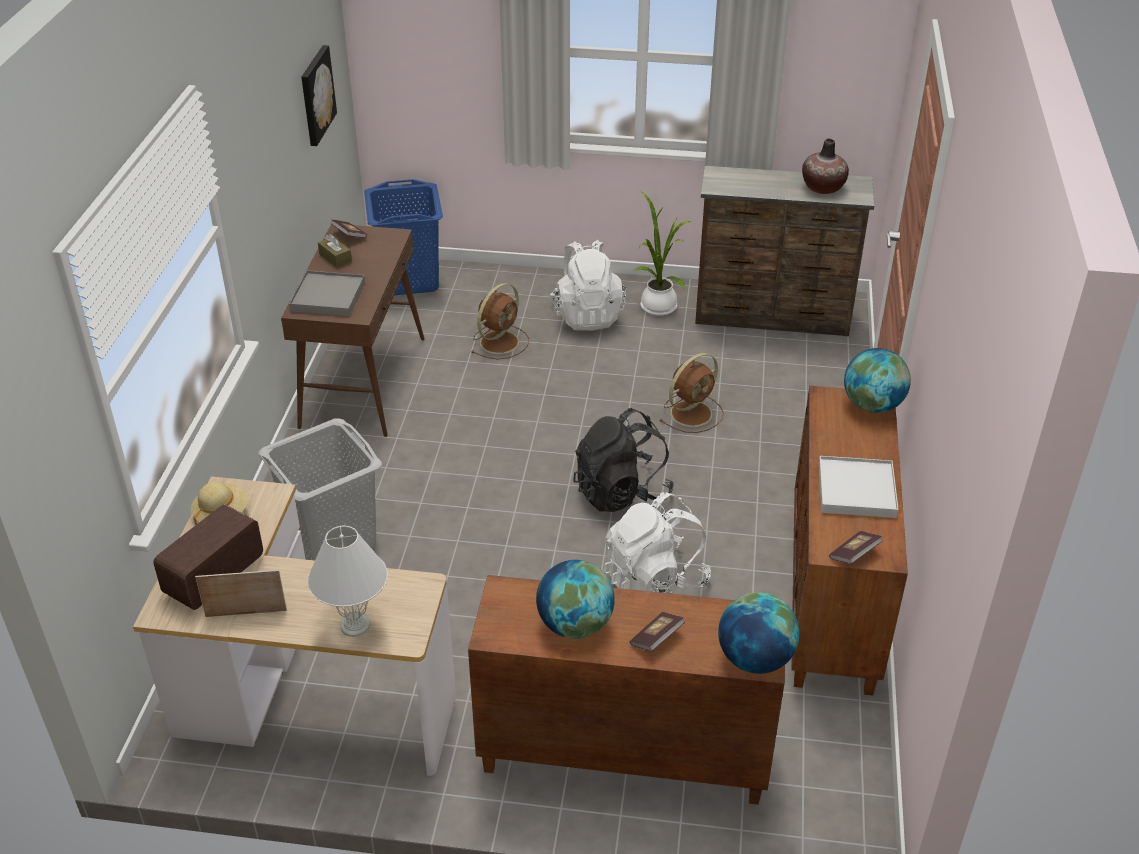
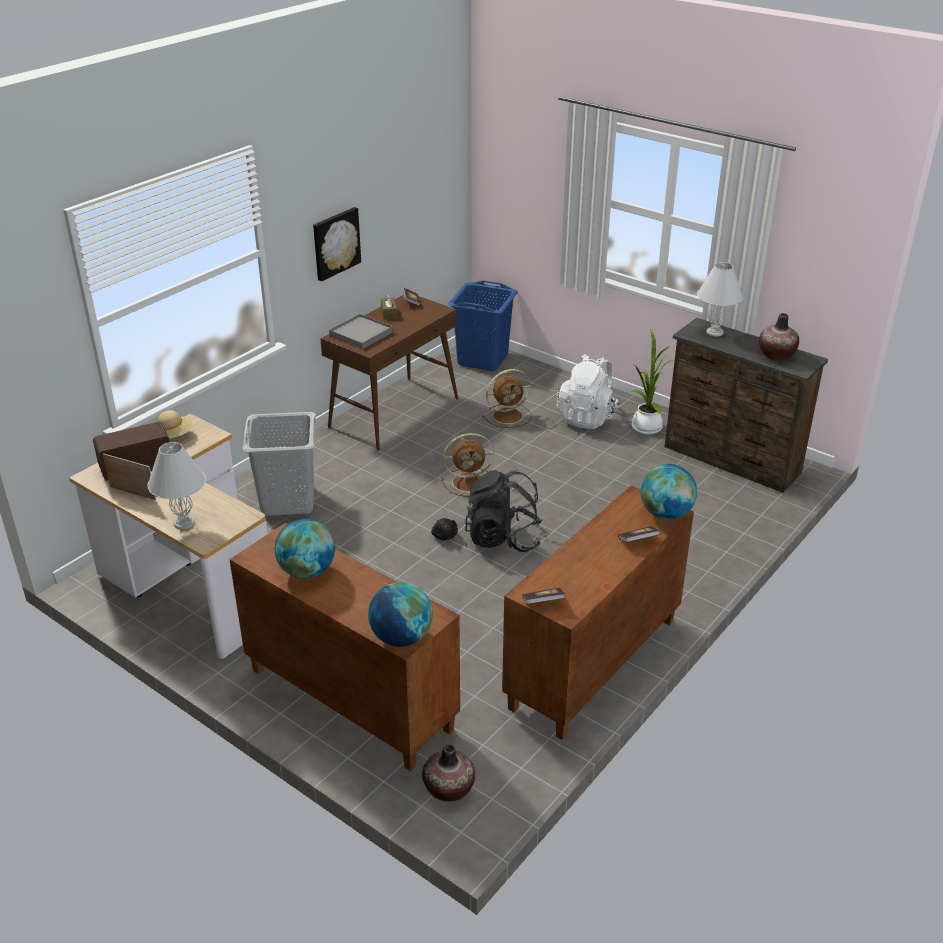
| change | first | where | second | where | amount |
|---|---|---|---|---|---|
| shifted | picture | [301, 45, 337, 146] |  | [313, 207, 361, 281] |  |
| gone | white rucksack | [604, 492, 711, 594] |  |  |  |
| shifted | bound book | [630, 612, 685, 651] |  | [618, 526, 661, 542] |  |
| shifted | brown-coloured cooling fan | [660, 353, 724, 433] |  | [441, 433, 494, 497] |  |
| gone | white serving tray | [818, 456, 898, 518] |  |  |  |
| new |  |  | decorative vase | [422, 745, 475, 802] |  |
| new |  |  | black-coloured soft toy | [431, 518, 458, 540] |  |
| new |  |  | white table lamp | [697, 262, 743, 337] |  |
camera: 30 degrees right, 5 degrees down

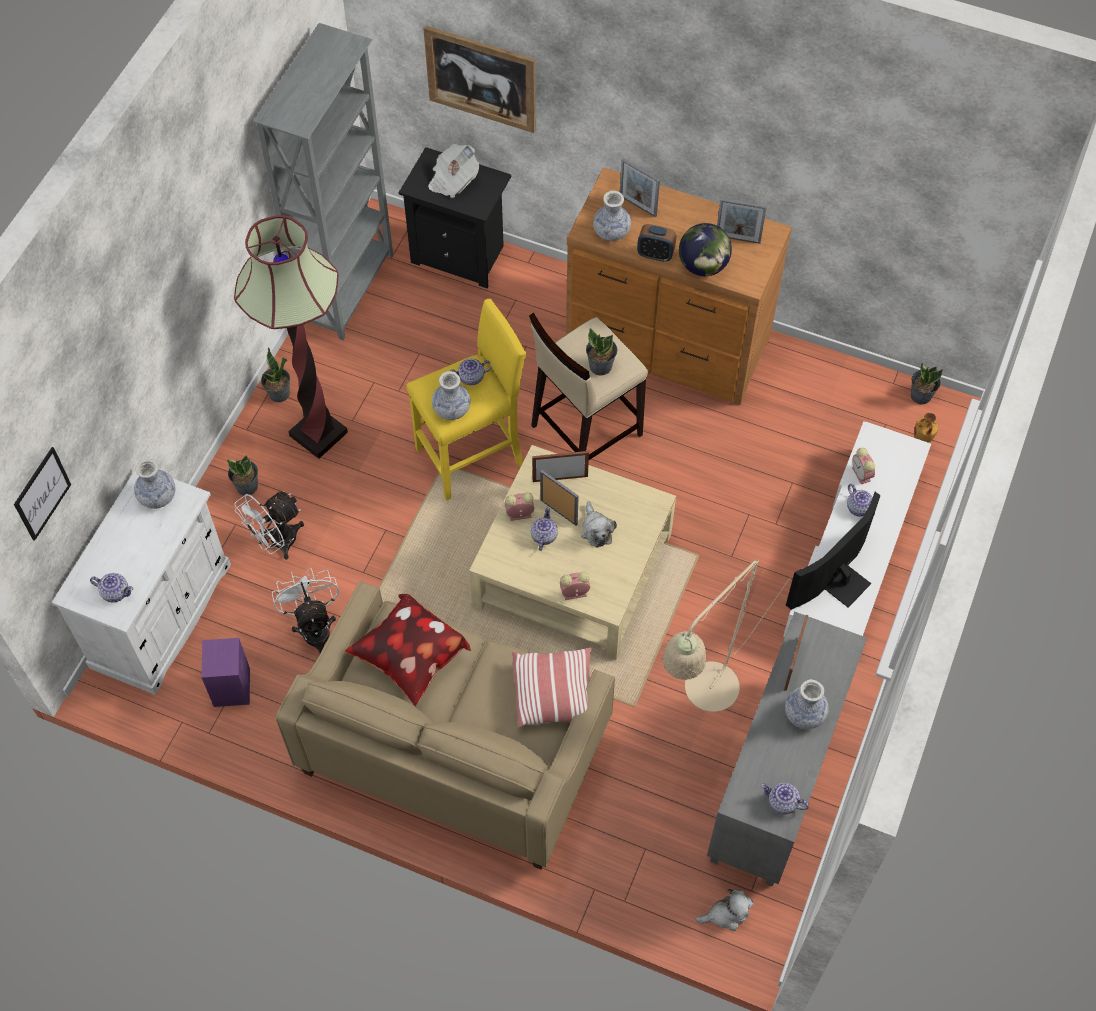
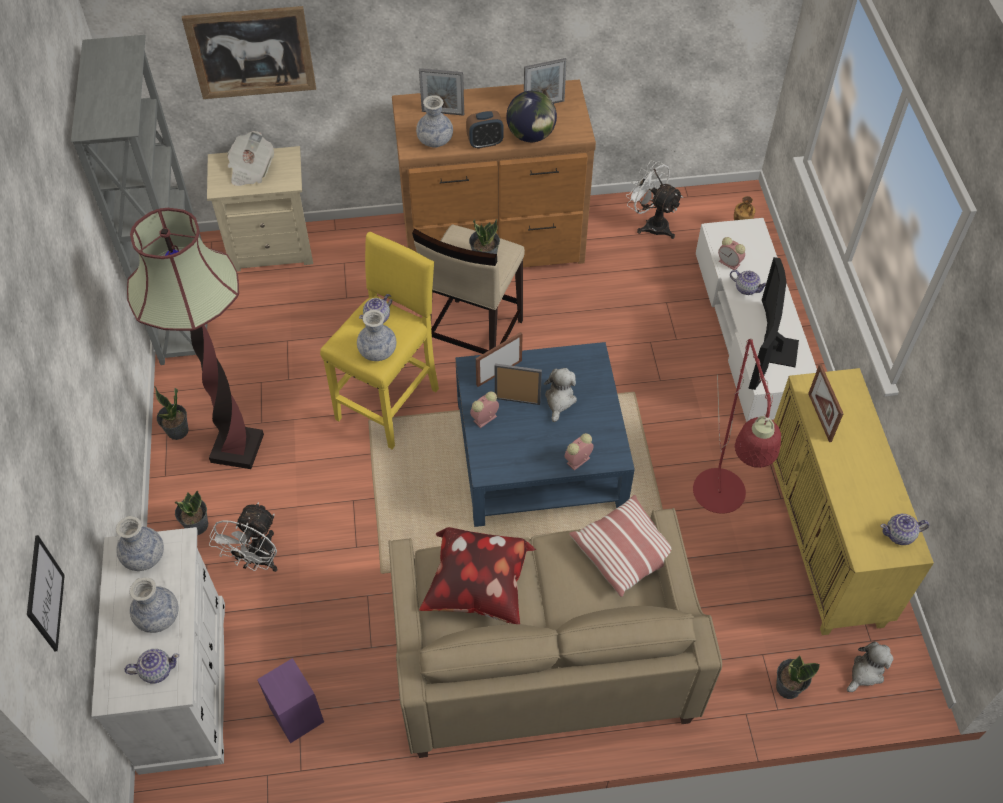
| change | first | where | second | where | amount |
|---|---|---|---|---|---|
| shifted | white cooling fan | [272, 568, 339, 653] |  | [626, 160, 683, 239] |  |
| repainted | black-coloured nightstand | [399, 147, 511, 288] | beige-coloured nightstand | [207, 146, 313, 272] |  |
| repainted | beige-coloured coffee table | [469, 445, 676, 660] | blue-coloured coffee table | [455, 342, 635, 527] |  |
| gone | teapot | [531, 507, 558, 551] |  |  |  |
| rotated | soft toy | [581, 501, 617, 548] |  | [544, 368, 577, 422] | 120 degrees counterclockwise |
| repainted | beige-coloured standing lamp | [663, 560, 791, 712] | reddish standing lamp | [693, 338, 781, 514] |  |
| repainted | grey cabinet | [707, 612, 867, 886] | yellowish cabinet | [773, 368, 934, 635] |  |
| shifted | decorative vase | [785, 679, 829, 729] |  | [129, 577, 179, 633] |  |
| shifted | potted plant | [911, 363, 943, 405] |  | [776, 656, 820, 699] |  |
camera: 30 degrees left, 5 degrees down

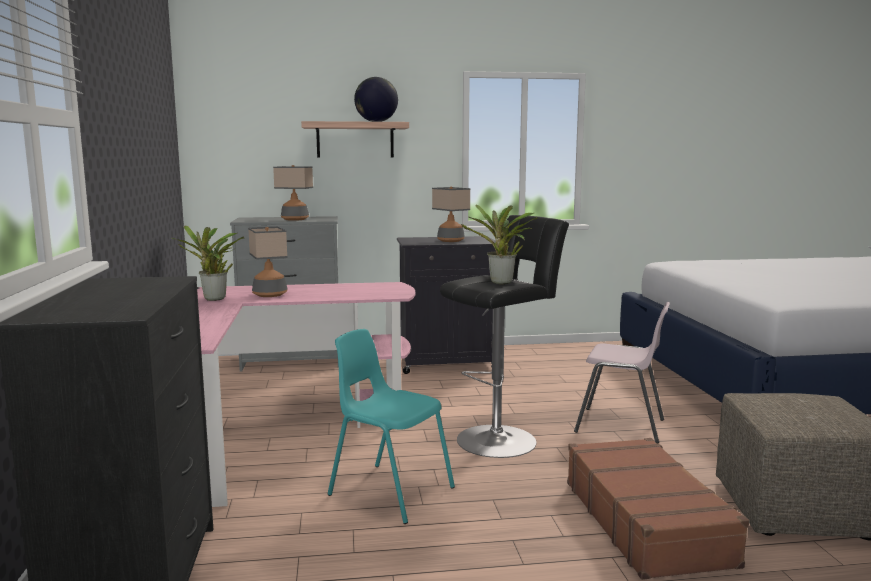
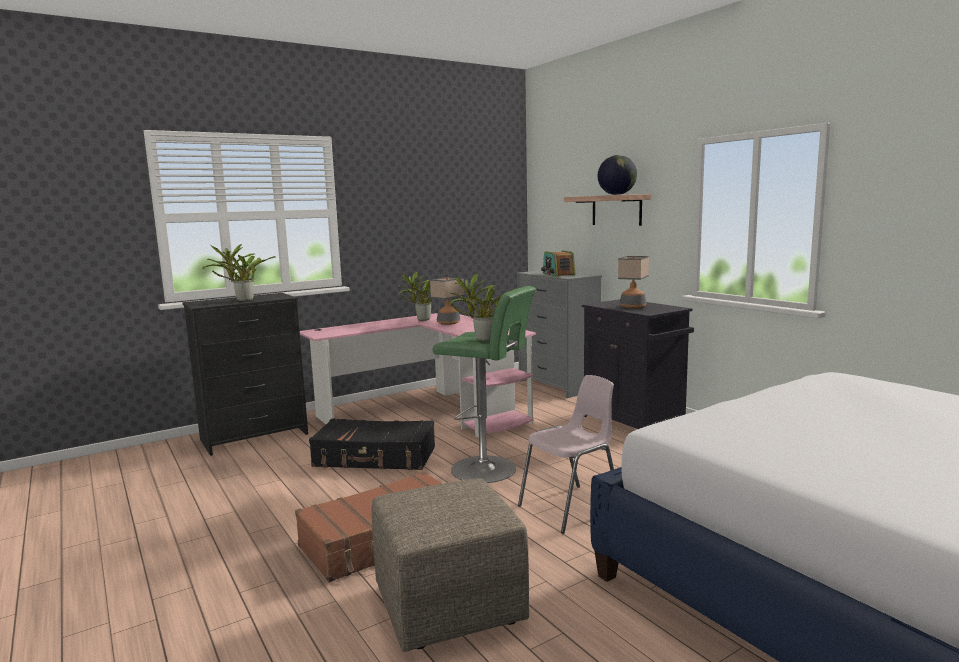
| change | first | where | second | where | amount |
|---|---|---|---|---|---|
| swapped | table lamp | [273, 165, 313, 221] | radio | [541, 250, 575, 277] |  |
| swapped | blue-green upright chair | [328, 329, 455, 524] | black-coloured travel case | [309, 419, 435, 470] |  |
| repainted | black-coloured sitting stool | [440, 215, 569, 458] | greenish sitting stool | [433, 286, 536, 483] |  |
| rotated | pink upright chair | [574, 302, 670, 444] |  | [518, 375, 614, 534] | 120 degrees counterclockwise |
| new |  |  | potted plant | [202, 244, 276, 302] |  |
camera: 65 degrees right, 0 degrees up

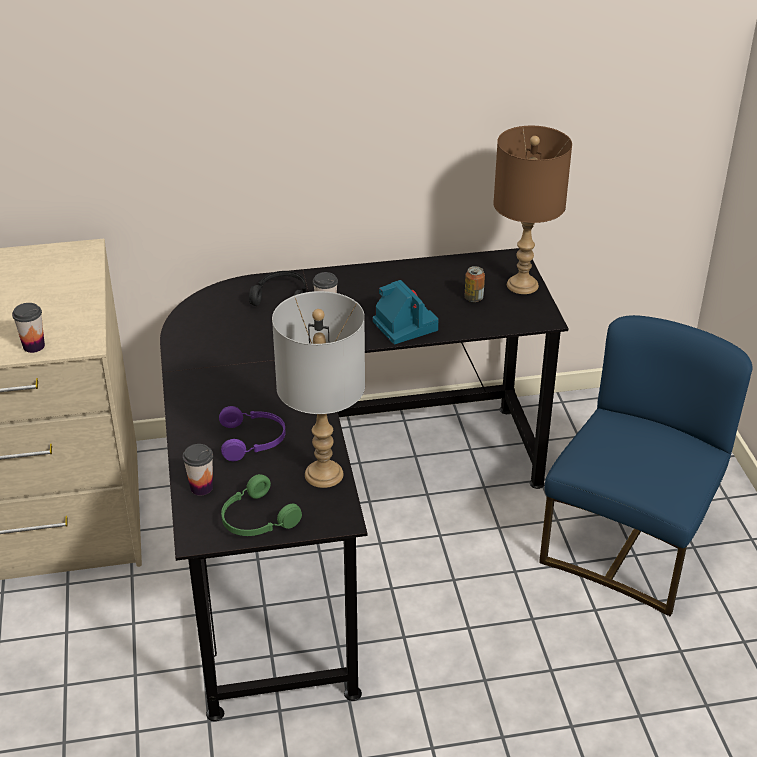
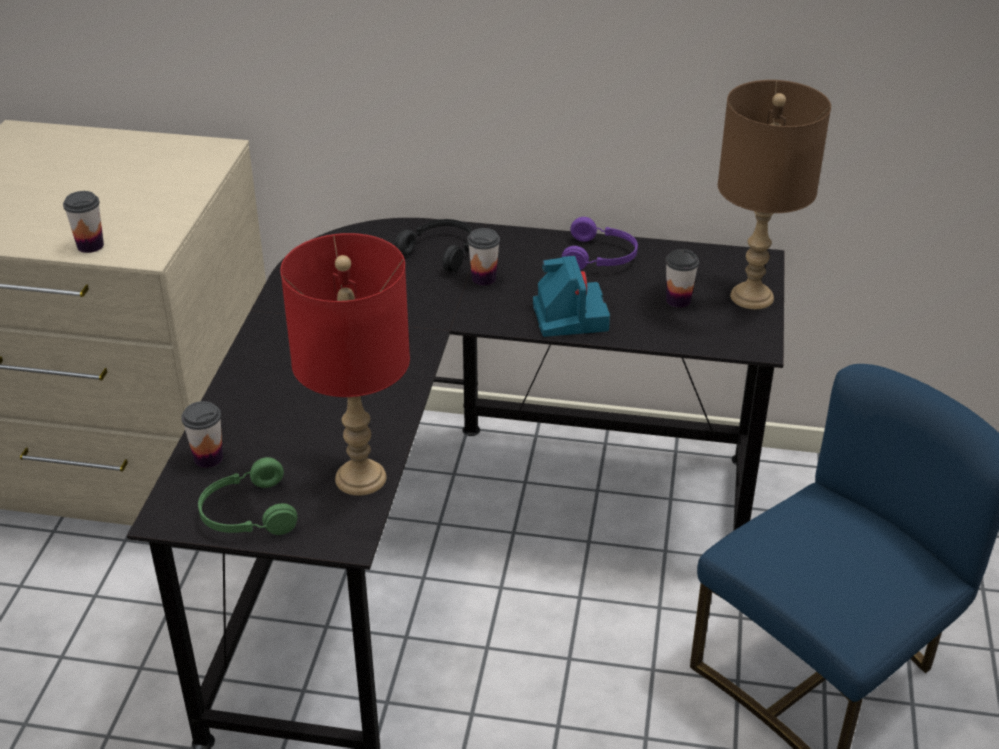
| change | first | where | second | where | amount |
|---|---|---|---|---|---|
| shifted | purple-coloured headphones | [219, 406, 286, 461] |  | [562, 217, 638, 270] |  |
| repainted | grey table lamp | [272, 291, 365, 488] | reddish table lamp | [280, 233, 410, 496] |  |
| swapped | metal can | [465, 266, 485, 302] | drinking cup | [665, 249, 699, 308] |  |
camera: 20 degrees right, 0 degrees up

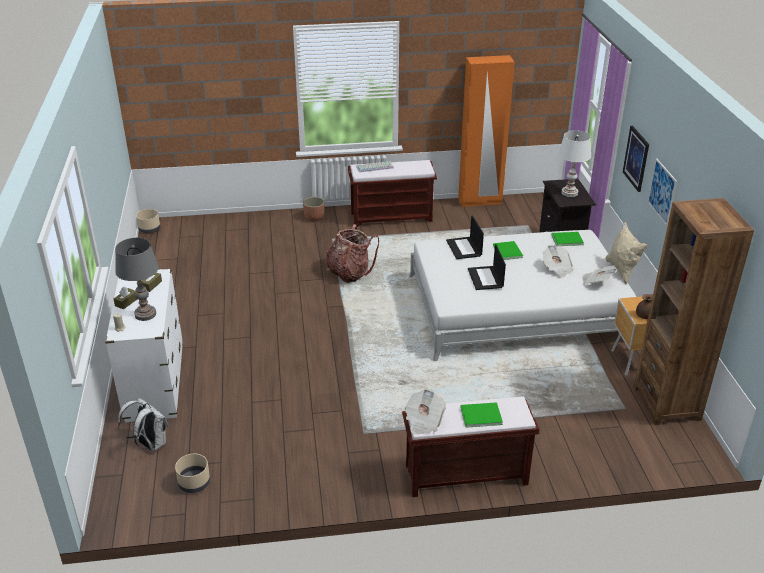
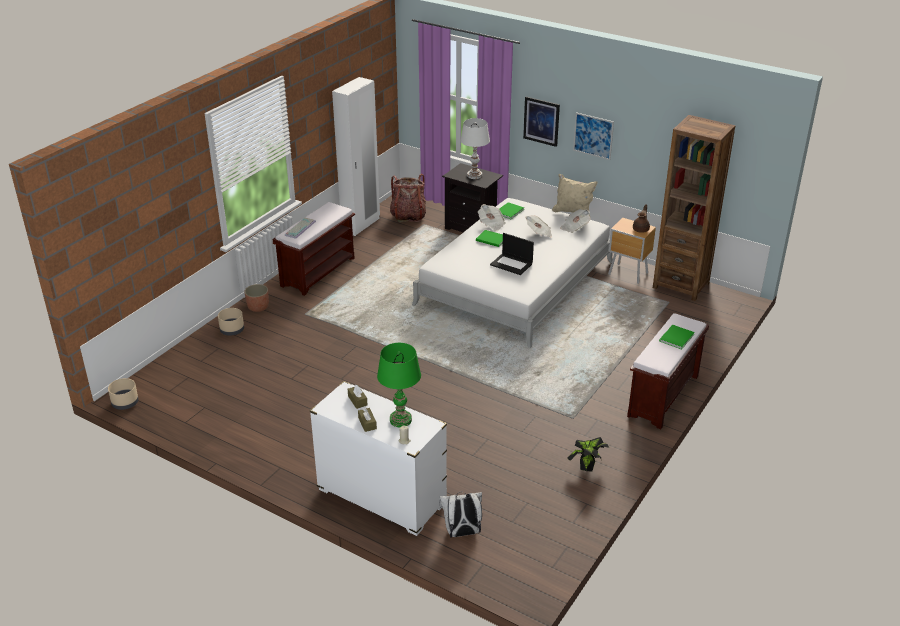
| change | first | where | second | where | amount |
|---|---|---|---|---|---|
| repainted | grey table lamp | [115, 238, 159, 321] | greenish table lamp | [377, 343, 421, 427] |  |
| shifted | beige-coloured flower pot | [175, 454, 210, 493] |  | [218, 308, 244, 336] |  |
| shifted | rucksack | [326, 224, 379, 283] |  | [390, 174, 426, 222] |  |
| shifted | printed paper | [405, 389, 446, 435] |  | [478, 204, 506, 231] |  |
| gone | laptop | [446, 215, 484, 259] |  |  |  |
| repainted | orange-coloured armoire | [458, 55, 515, 207] | white armoire | [332, 77, 380, 236] |  |
| new |  |  | potted plant | [567, 437, 609, 472] |  |
camera: 50 degrees left, 0 degrees up

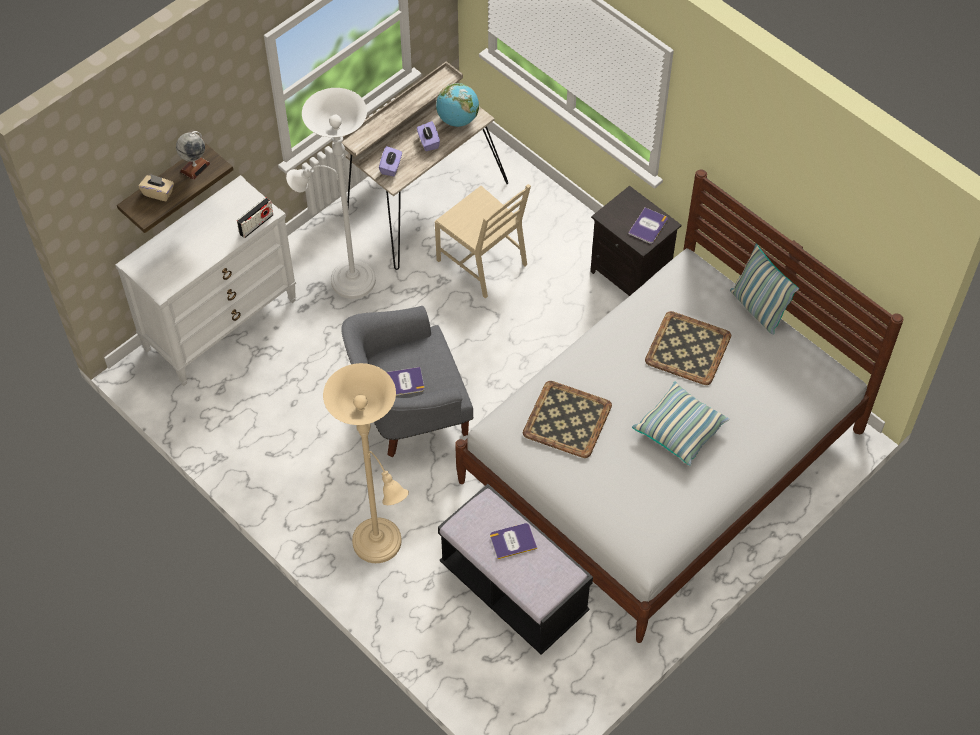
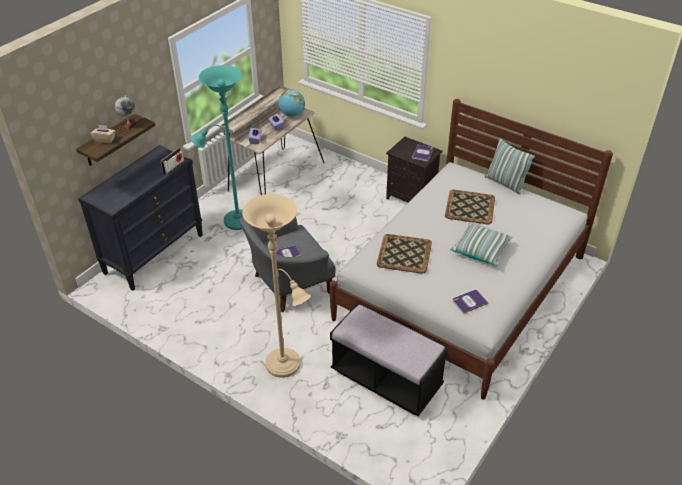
| change | first | where | second | where | amount |
|---|---|---|---|---|---|
| repainted | white chest of drawers | [115, 175, 297, 386] | black-coloured chest of drawers | [78, 145, 203, 291] |  |
| repainted | white standing lamp | [286, 88, 376, 299] | blue-green standing lamp | [190, 65, 243, 230] |  |
| gone | beige-coloured upright chair | [435, 184, 531, 299] |  |  |  |
| shifted | bound book | [490, 523, 537, 559] |  | [453, 290, 488, 314] |  |
camera: 10 degrees left, 15 degrees down

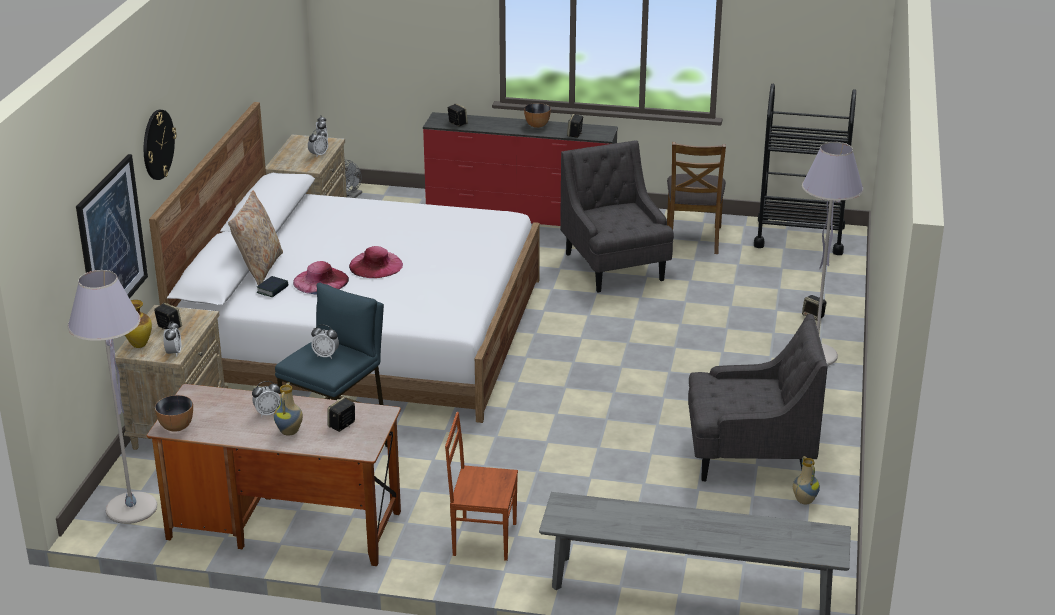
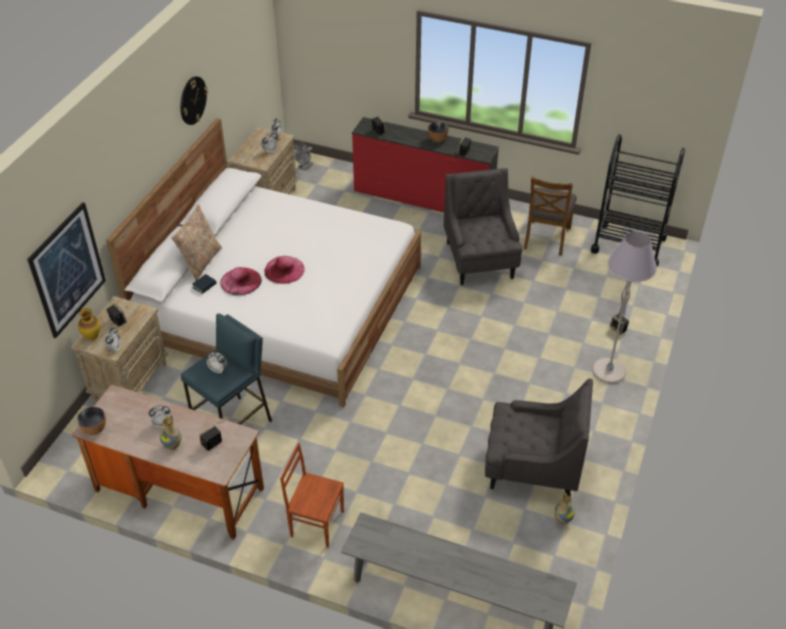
| change | first | where | second | where | amount |
|---|---|---|---|---|---|
| gone | grey standing lamp | [68, 270, 157, 524] |  |  |  |
| shifted | wall clock | [144, 110, 177, 180] |  | [180, 76, 208, 125] |  |
camera: 10 degrees right, 15 degrees up

